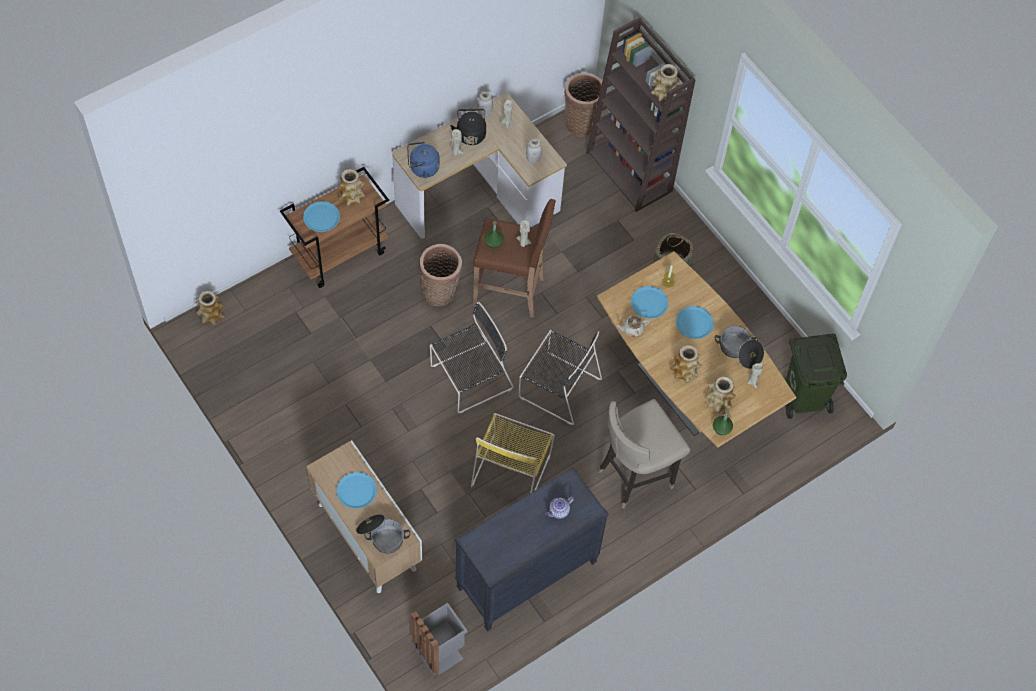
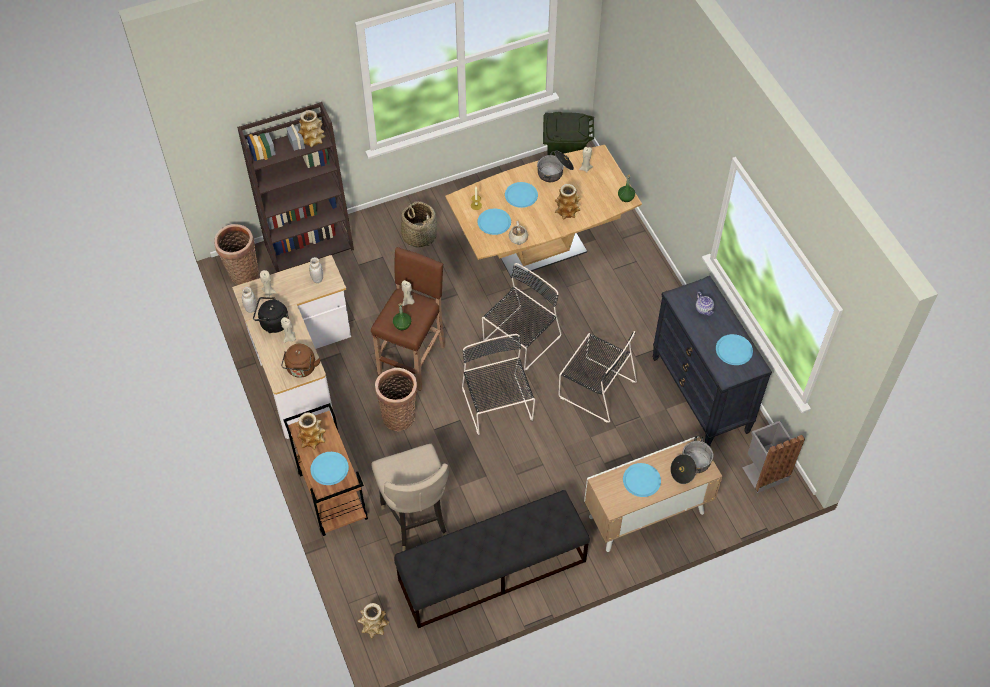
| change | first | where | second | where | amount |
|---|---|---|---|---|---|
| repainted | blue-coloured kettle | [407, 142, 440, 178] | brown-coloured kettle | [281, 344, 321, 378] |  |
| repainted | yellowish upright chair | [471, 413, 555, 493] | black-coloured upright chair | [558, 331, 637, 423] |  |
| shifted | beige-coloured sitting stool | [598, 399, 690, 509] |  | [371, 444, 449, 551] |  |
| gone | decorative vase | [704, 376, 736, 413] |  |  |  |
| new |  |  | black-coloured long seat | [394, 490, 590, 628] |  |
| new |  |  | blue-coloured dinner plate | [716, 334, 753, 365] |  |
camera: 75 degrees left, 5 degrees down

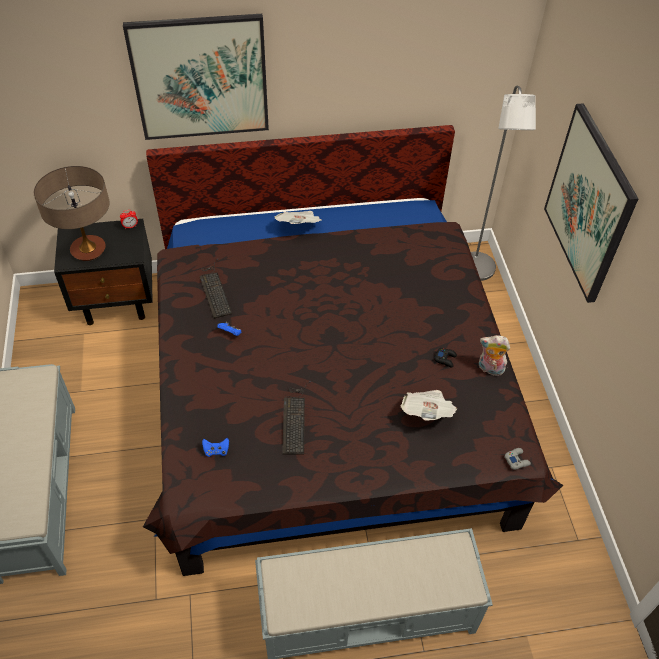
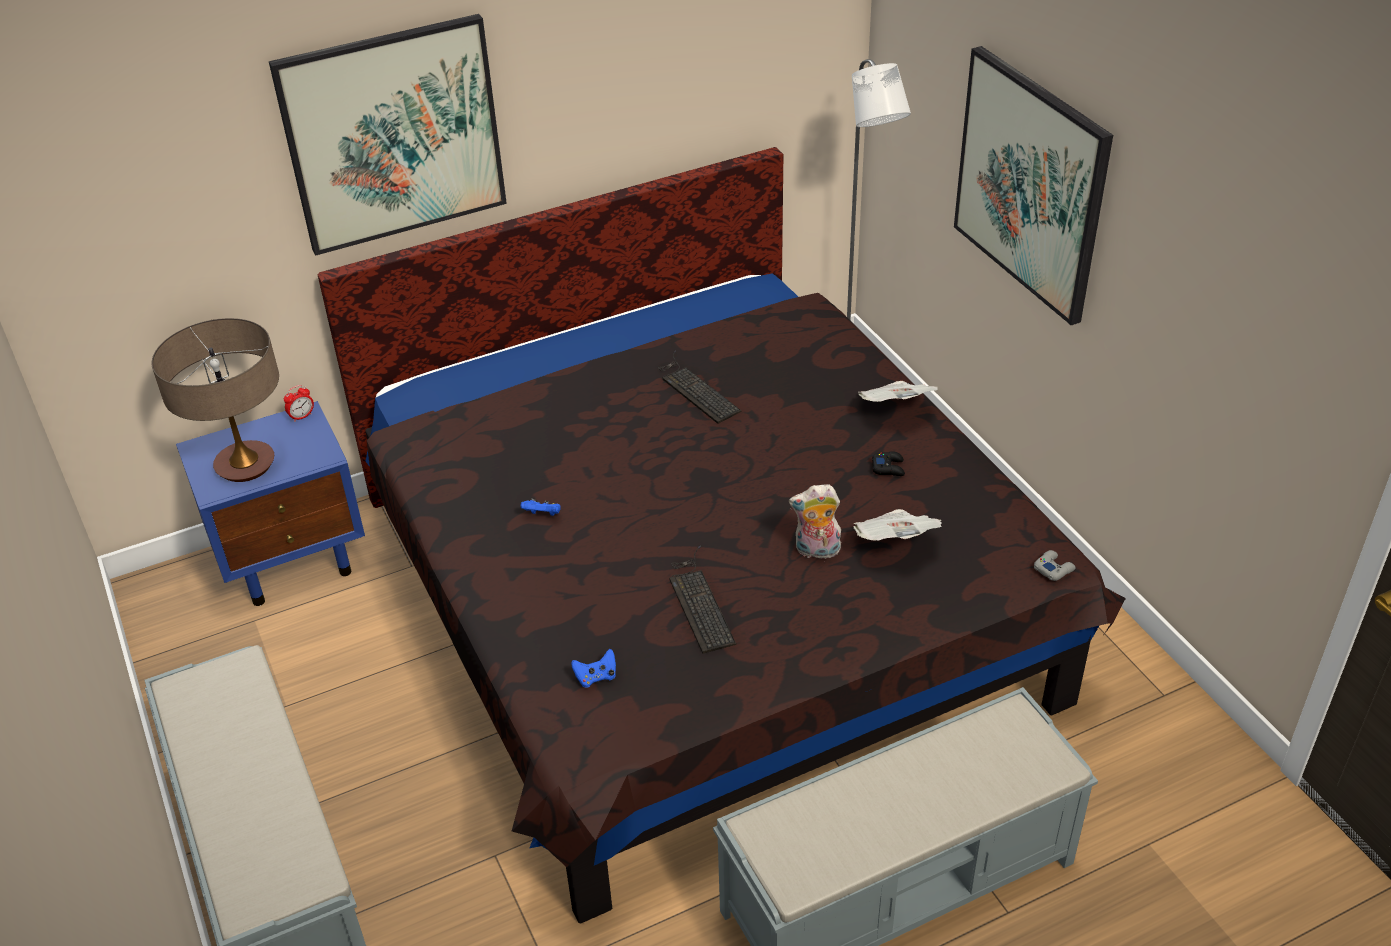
| change | first | where | second | where | amount |
|---|---|---|---|---|---|
| repainted | black-coloured nightstand | [54, 219, 152, 325] | blue-coloured nightstand | [176, 401, 365, 606] |  |
| shifted | PC keyboard | [200, 259, 232, 319] |  | [659, 350, 741, 424] |  |
| shifted | printed paper | [274, 211, 321, 224] |  | [858, 381, 937, 402] |  |
| shifted | soft toy | [479, 335, 510, 376] |  | [789, 484, 842, 559] |  |
camera: 15 degrees left, 10 degrees down

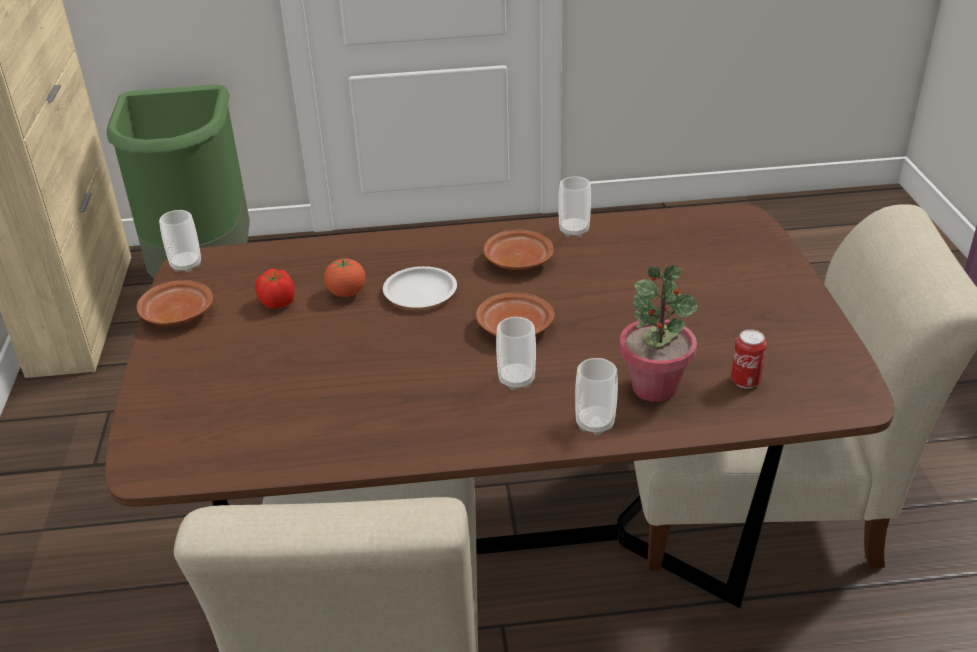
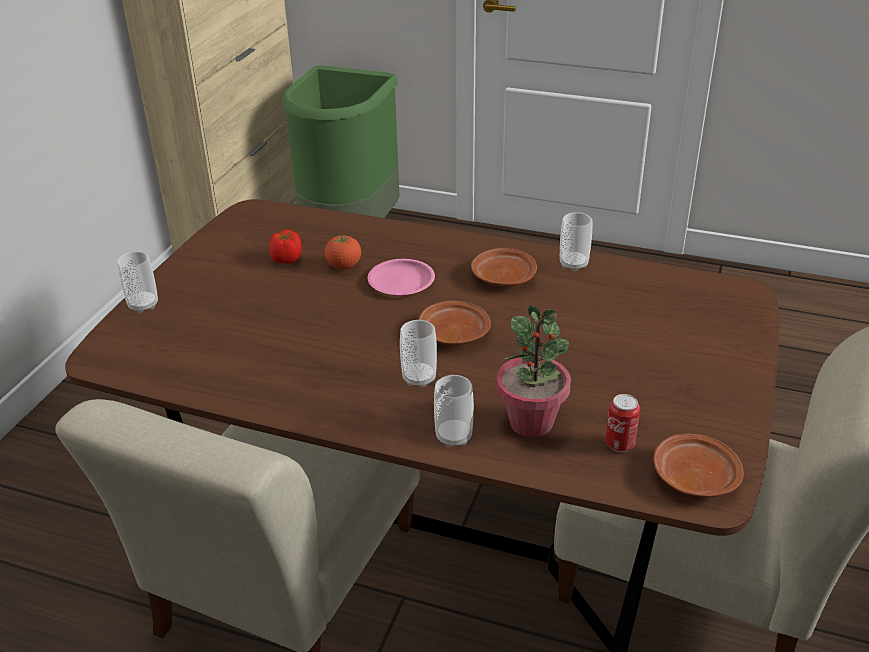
| change | first | where | second | where | amount |
|---|---|---|---|---|---|
| shifted | brown-coloured dinner plate | [137, 280, 213, 326] |  | [653, 434, 744, 497] |  |
| shifted | drinking cup | [159, 210, 201, 272] |  | [117, 251, 158, 313] |  |
| repainted | white dinner plate | [383, 266, 457, 308] | pink dinner plate | [368, 259, 435, 296] |  |
camera: 25 degrees right, 0 degrees up

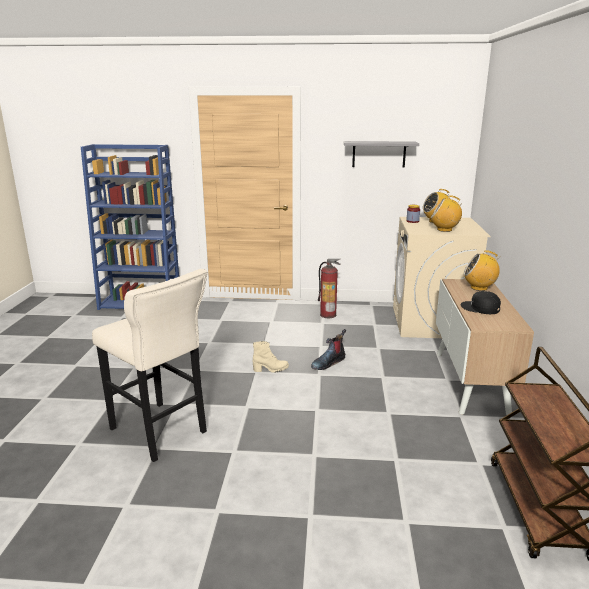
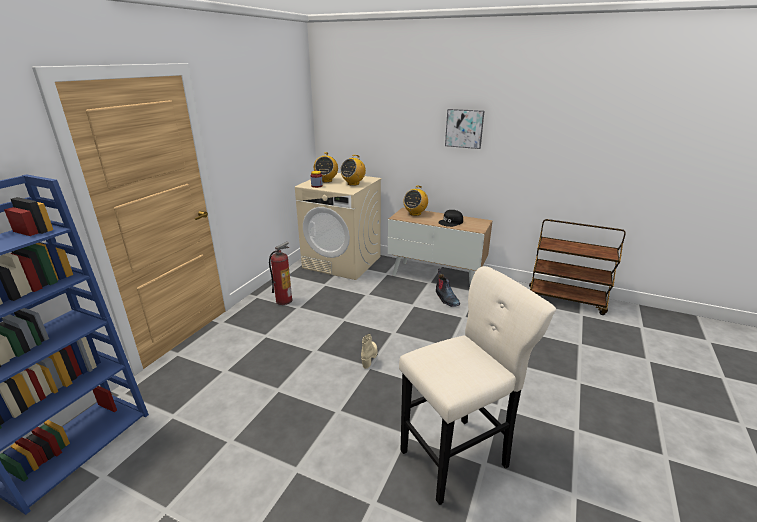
| change | first | where | second | where | amount |
|---|---|---|---|---|---|
| shifted | boot | [311, 329, 346, 370] |  | [436, 269, 460, 307] |  |
| gone | grey bracket shelf | [344, 141, 419, 167] |  |  |  |
| new |  |  | picture | [445, 109, 484, 149] |  |
camera: 70 degrees left, 5 degrees up

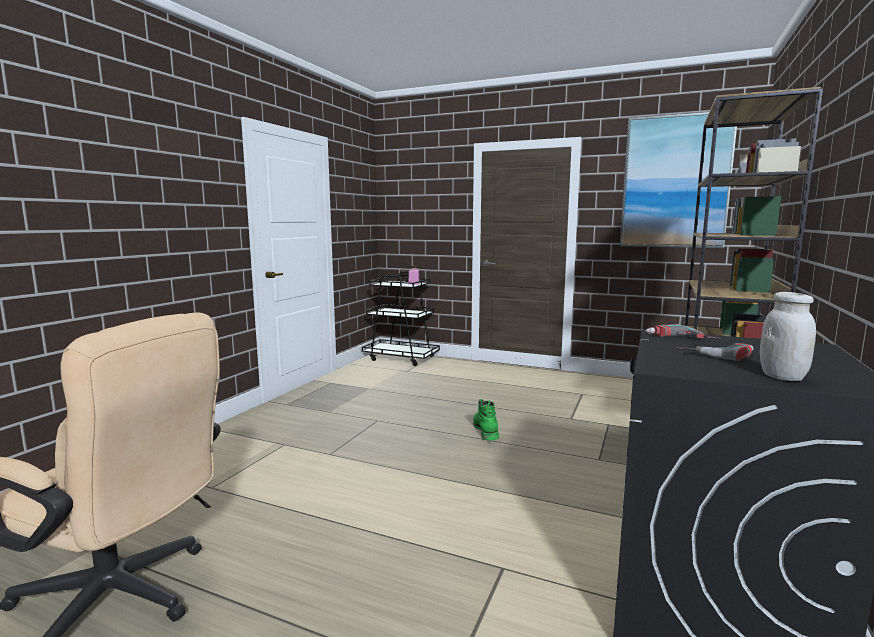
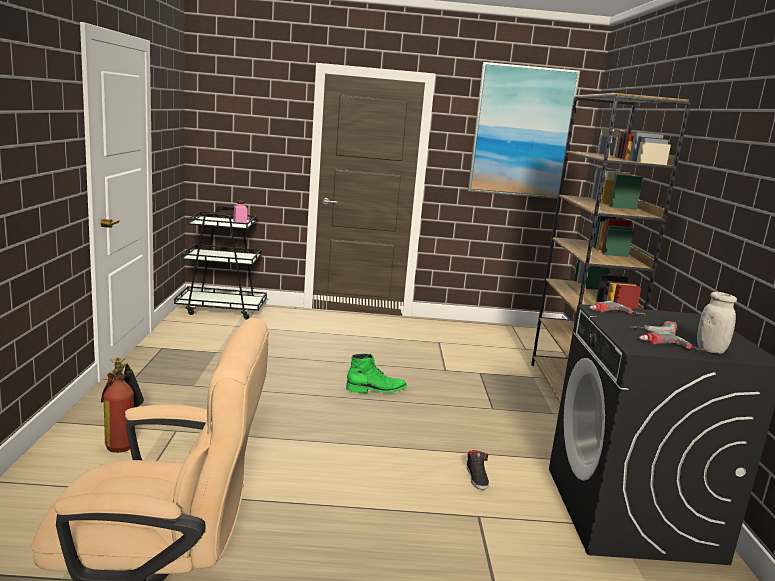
| change | first | where | second | where | amount |
|---|---|---|---|---|---|
| rotated | greenish boot | [473, 399, 499, 440] |  | [346, 354, 407, 393] | 105 degrees clockwise |
| new |  |  | fire extinguisher | [101, 357, 144, 453] |  |
| new |  |  | black-coloured shoe | [467, 450, 489, 489] |  |
| new |  |  | drill | [639, 332, 707, 352] |  |
camera: 25 degrees left, 5 degrees up

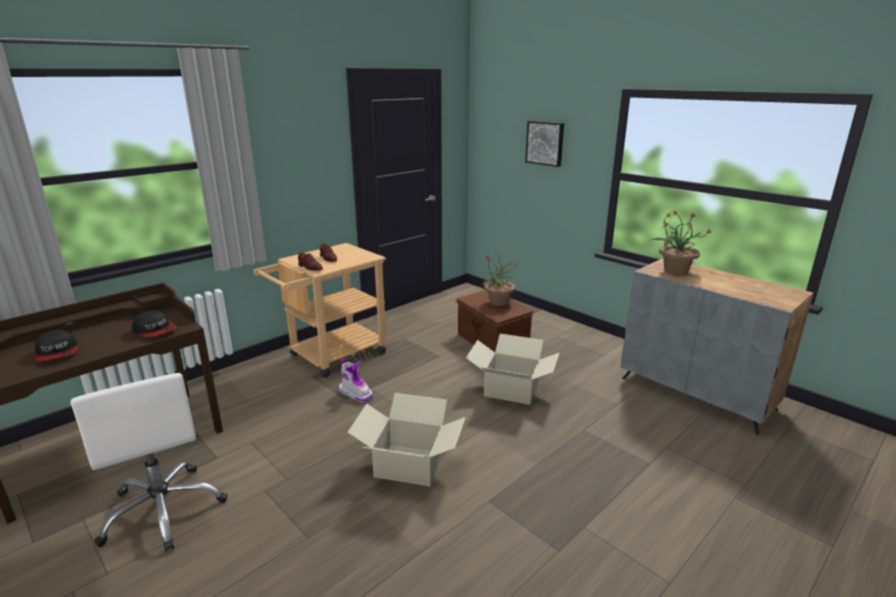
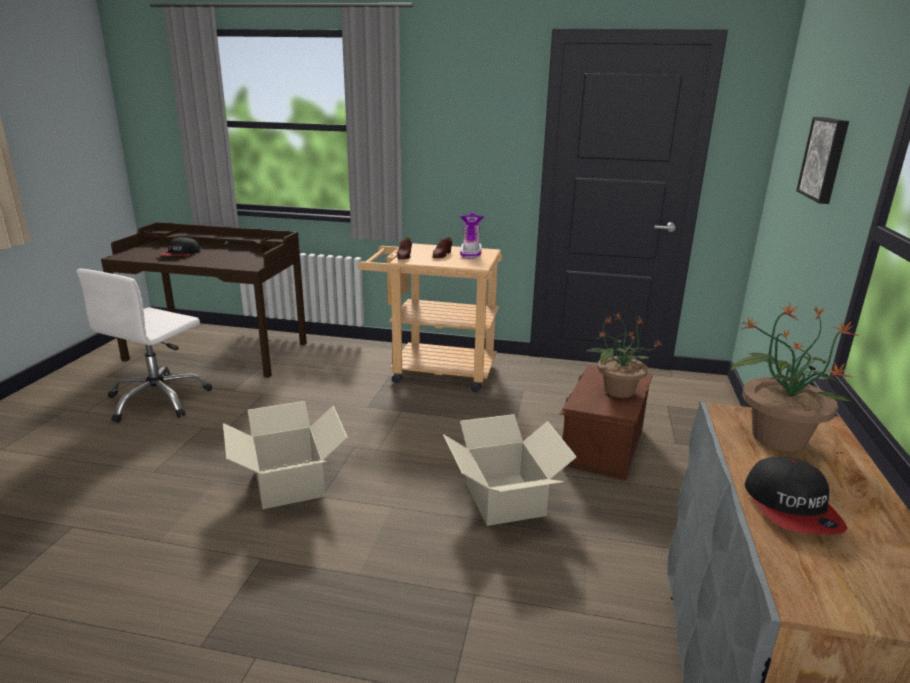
| change | first | where | second | where | amount |
|---|---|---|---|---|---|
| shifted | baseball cap | [132, 310, 177, 337] |  | [744, 456, 848, 534] |  |
| shifted | boot | [339, 359, 373, 402] |  | [460, 212, 484, 259] |  |
camera: 55 degrees right, 0 degrees up

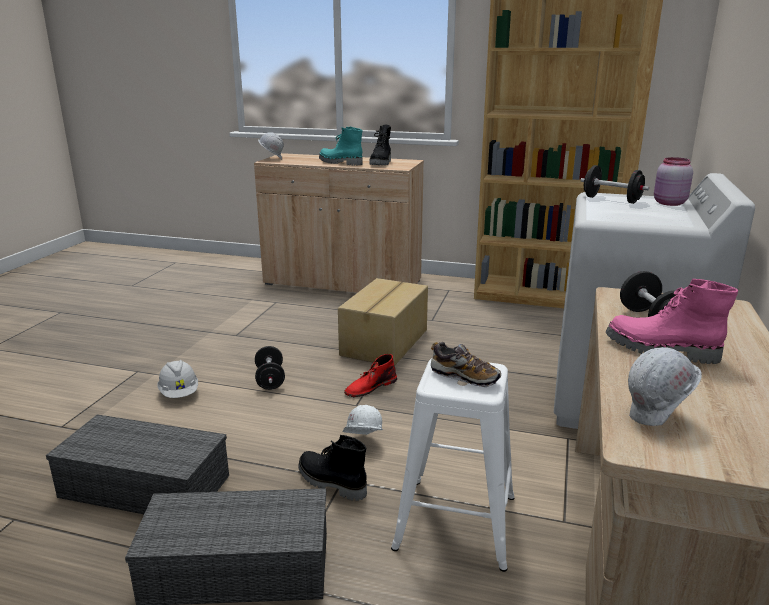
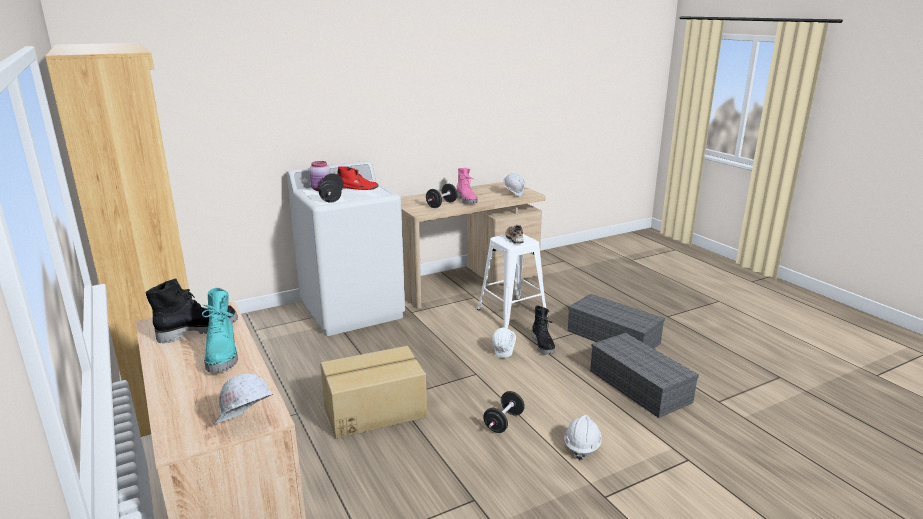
| change | first | where | second | where | amount |
|---|---|---|---|---|---|
| shifted | reddish boot | [344, 354, 397, 397] |  | [337, 166, 378, 190] |  |
camera: 135 degrees left, 0 degrees up

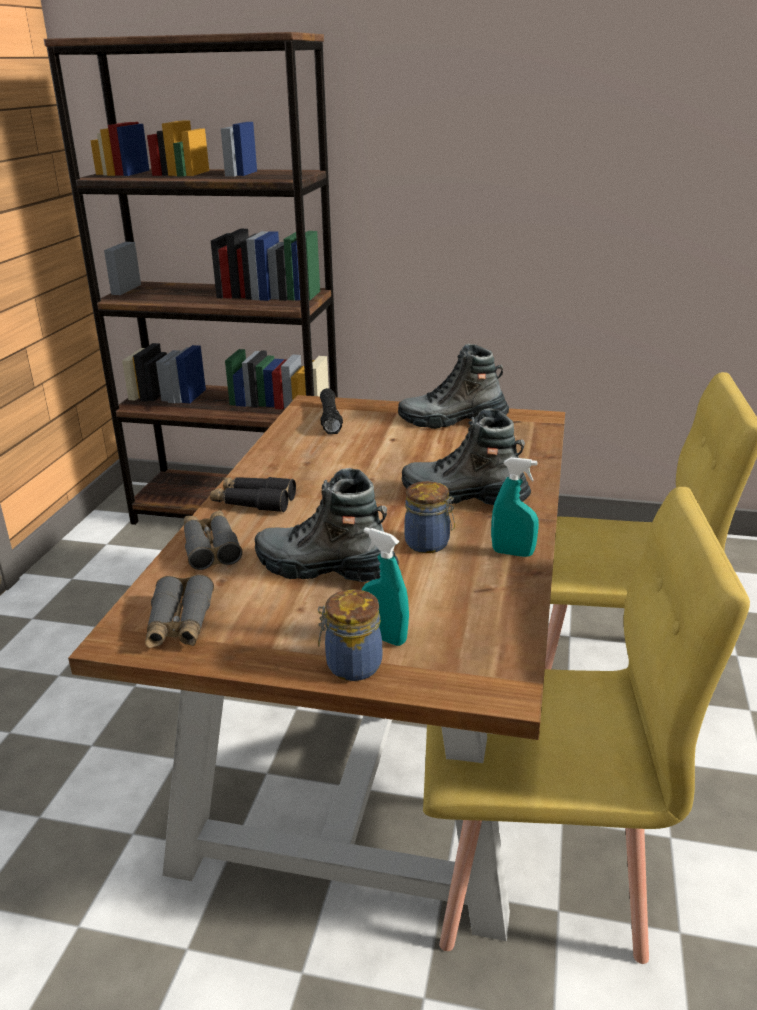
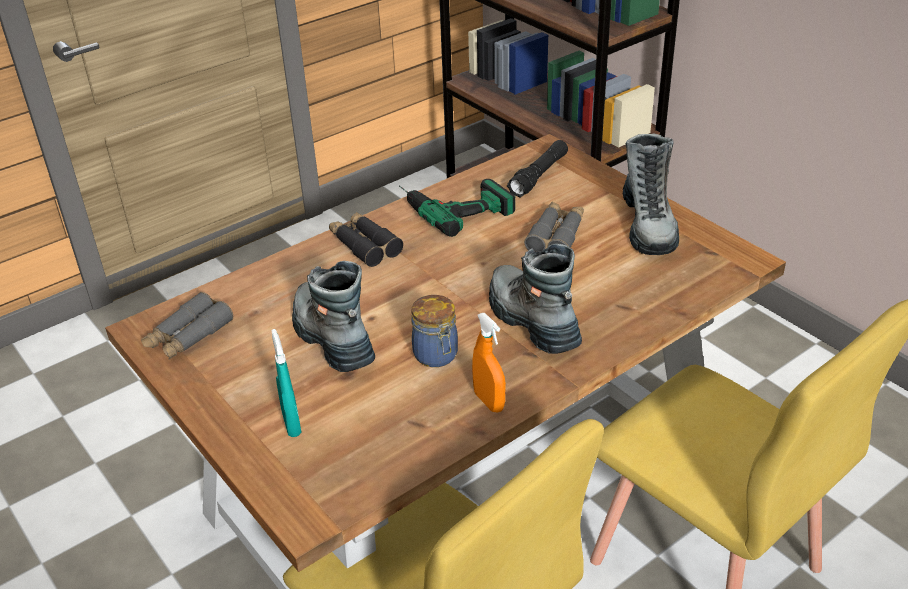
| change | first | where | second | where | amount |
|---|---|---|---|---|---|
| shifted | grey binoculars | [184, 510, 243, 570] |  | [524, 202, 584, 252] |  |
| gone | preserve jar | [318, 589, 382, 681] |  |  |  |
| rotated | boot | [398, 344, 509, 429] |  | [623, 133, 679, 255] | 135 degrees counterclockwise |
| repainted | blue-green spray bottle | [491, 457, 539, 557] | orange-coloured spray bottle | [472, 313, 506, 412] |  |
| new |  |  | drill | [399, 179, 515, 237] |  |
camera: 40 degrees right, 10 degrees up

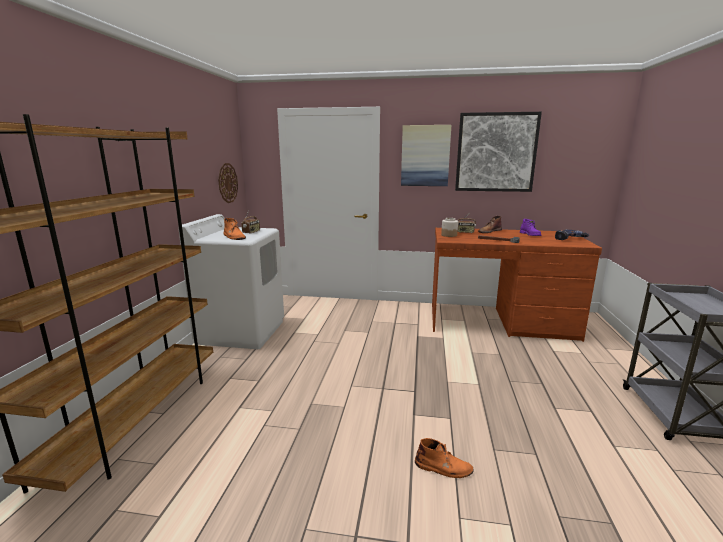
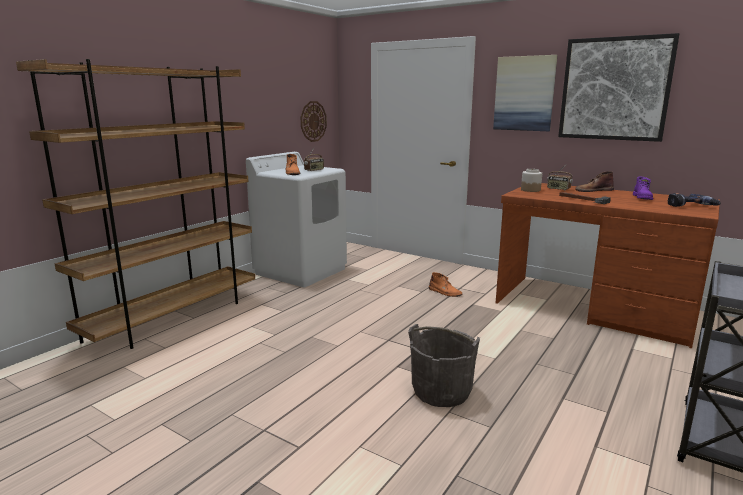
| change | first | where | second | where | amount |
|---|---|---|---|---|---|
| shifted | orange-coloured boot | [415, 438, 474, 478] |  | [429, 272, 462, 297] |  |
| new |  |  | grey water bucket | [408, 324, 480, 407] |  |
camera: 25 degrees right, 0 degrees up

